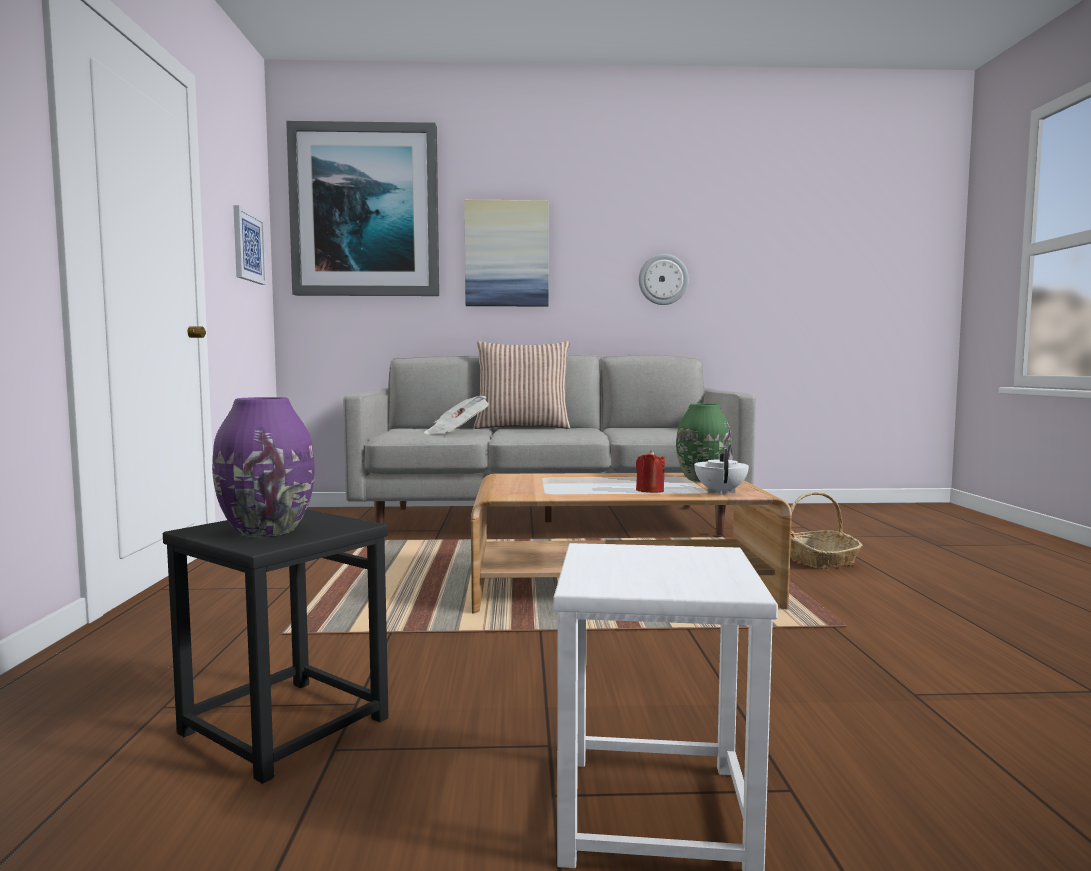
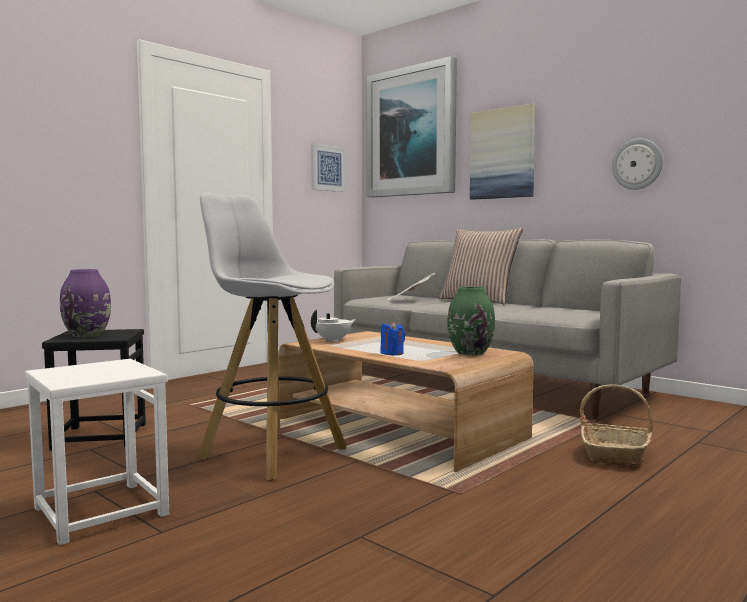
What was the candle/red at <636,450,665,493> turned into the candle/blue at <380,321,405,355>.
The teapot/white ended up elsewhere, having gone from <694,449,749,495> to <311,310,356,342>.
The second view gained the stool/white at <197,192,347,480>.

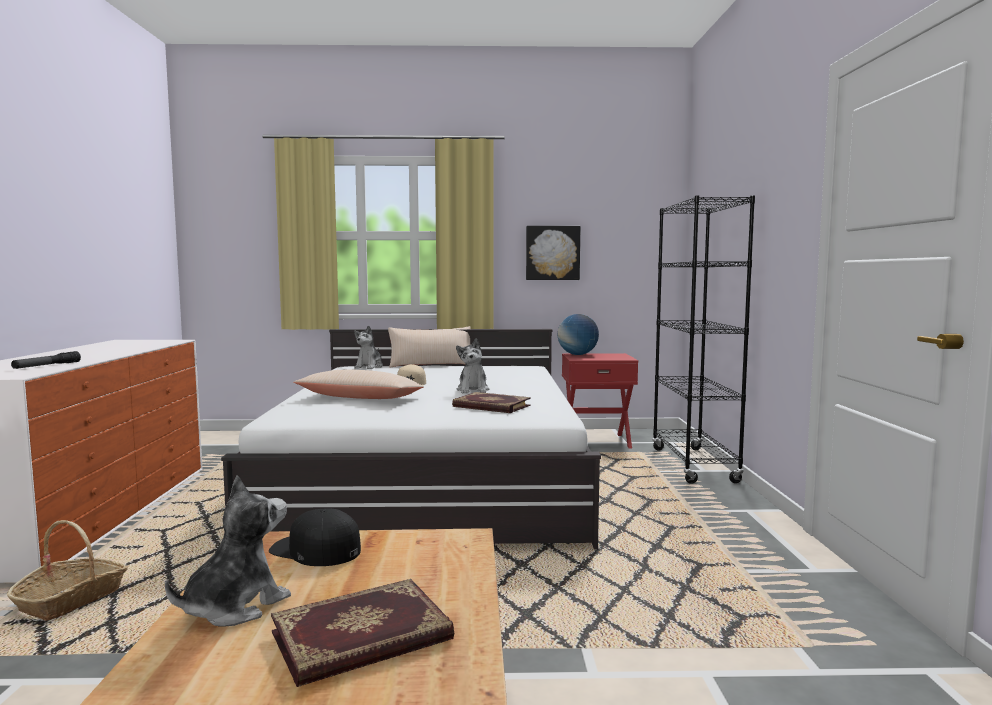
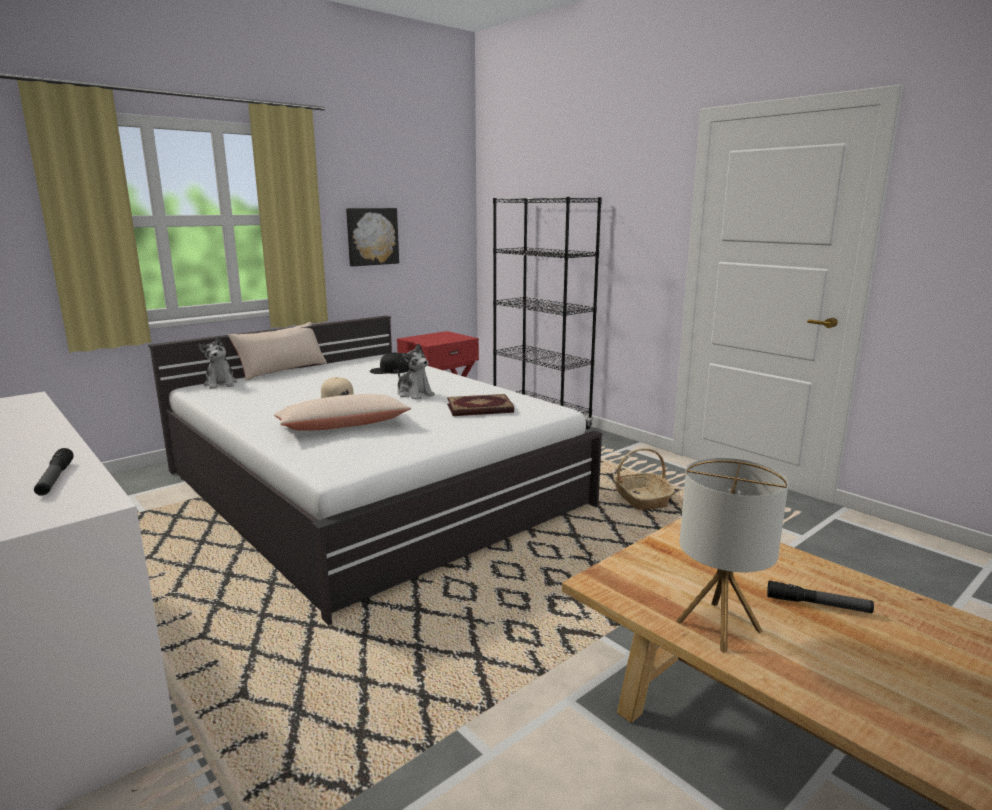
The basket ended up elsewhere, having gone from <7,520,128,621> to <614,448,674,510>.
Where the plush toy stood at <165,476,291,626>, the table lamp came to stand at <676,458,788,653>.
The cap/black ended up elsewhere, having gone from <269,508,361,566> to <370,352,409,374>.
Where the book stood at <271,579,454,687>, the flashlight came to stand at <767,580,874,613>.
The second view lost the globe at <558,314,599,355>.

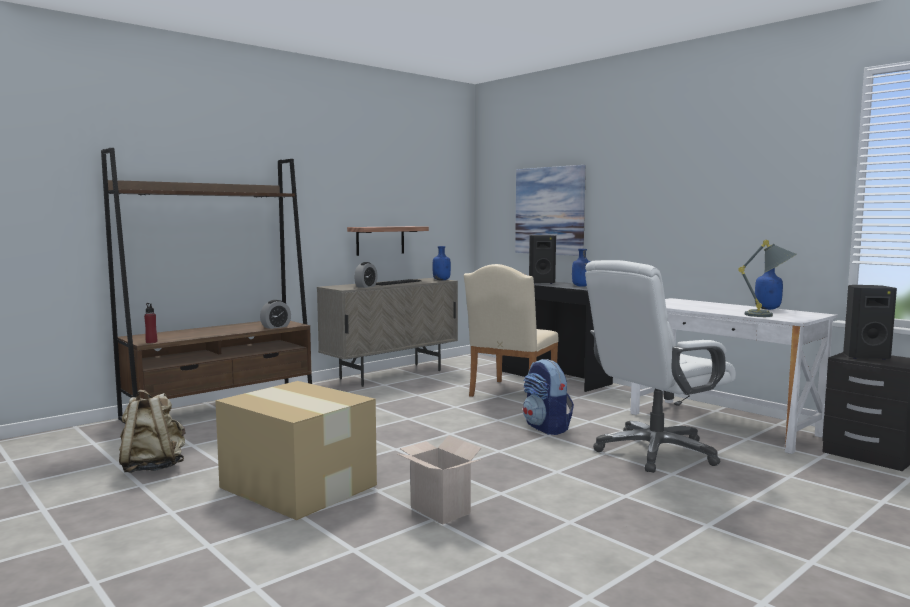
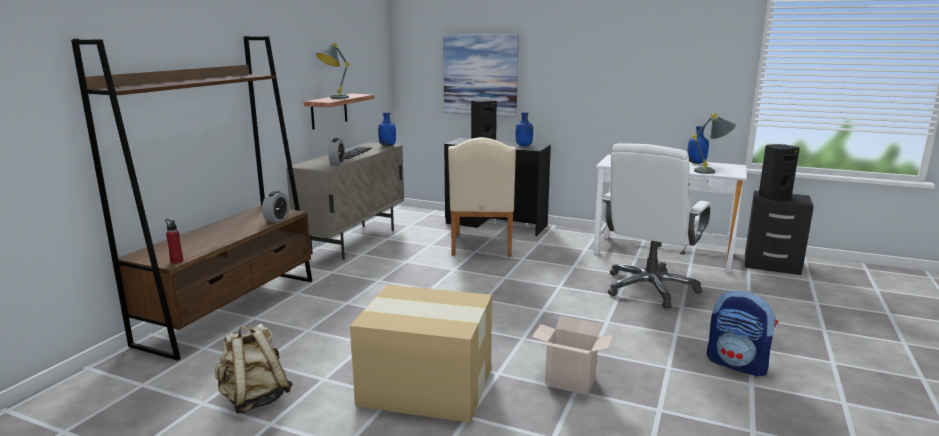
The backpack ended up elsewhere, having gone from <523,359,574,435> to <707,290,778,377>.
The second view gained the table lamp/grey at <316,42,350,99>.

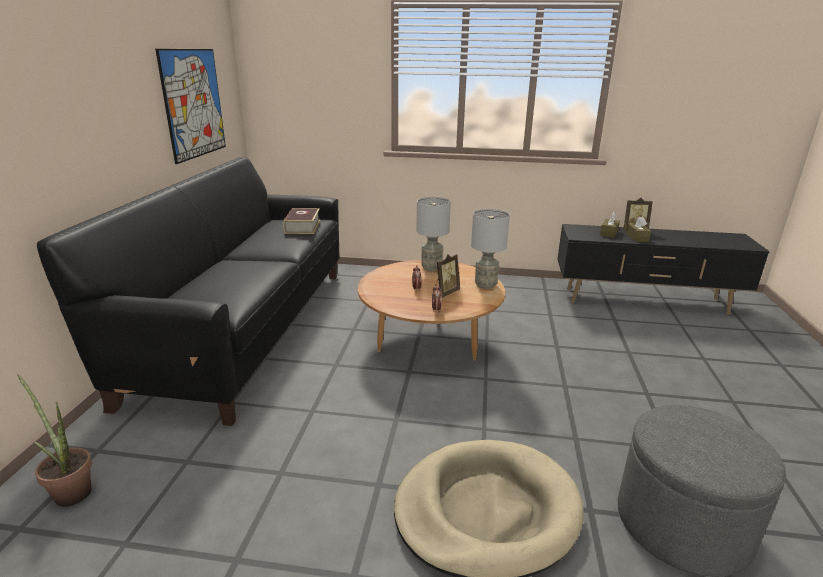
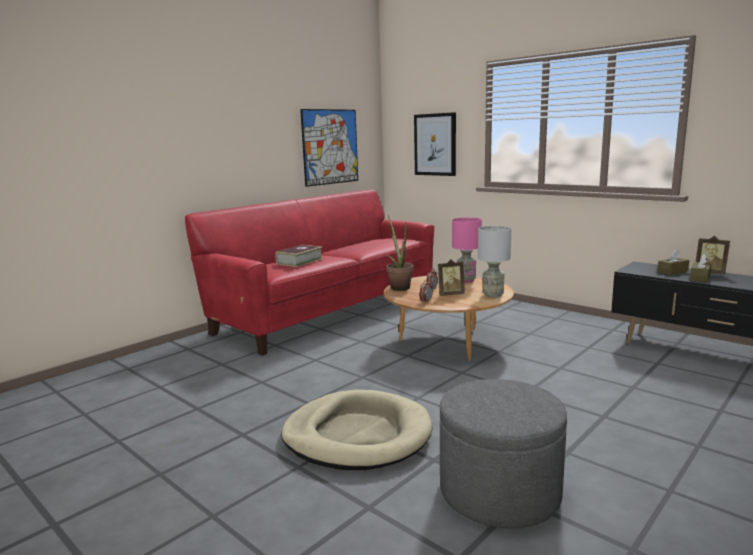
The potted plant ended up elsewhere, having gone from <17,374,92,507> to <387,215,414,291>.
What was the sofa/black at <37,157,339,426> turned into the sofa/red at <185,190,434,356>.
The book ended up elsewhere, having gone from <283,208,320,234> to <276,245,323,267>.
What was the table lamp/grey at <416,197,451,271> turned into the table lamp/pink at <452,217,482,282>.
The second view gained the picture at <414,112,456,176>.

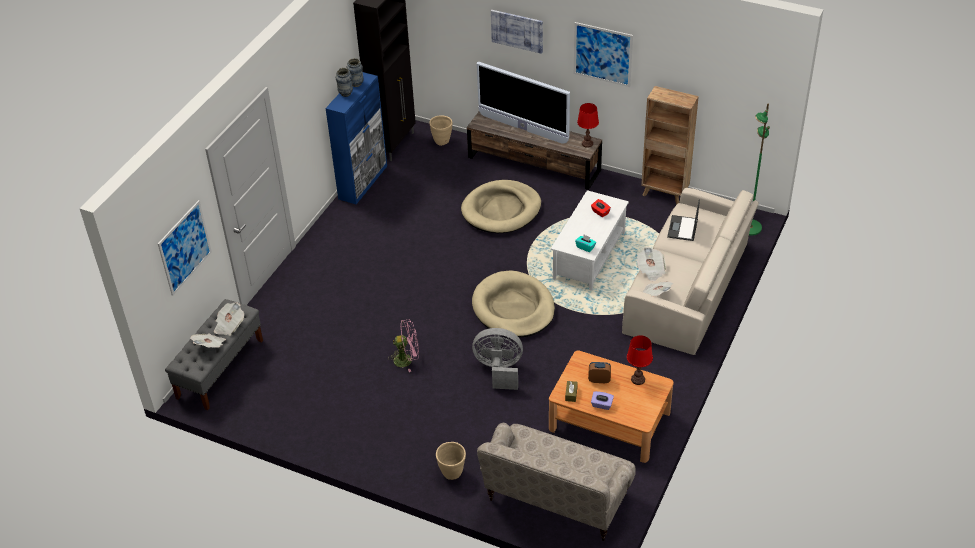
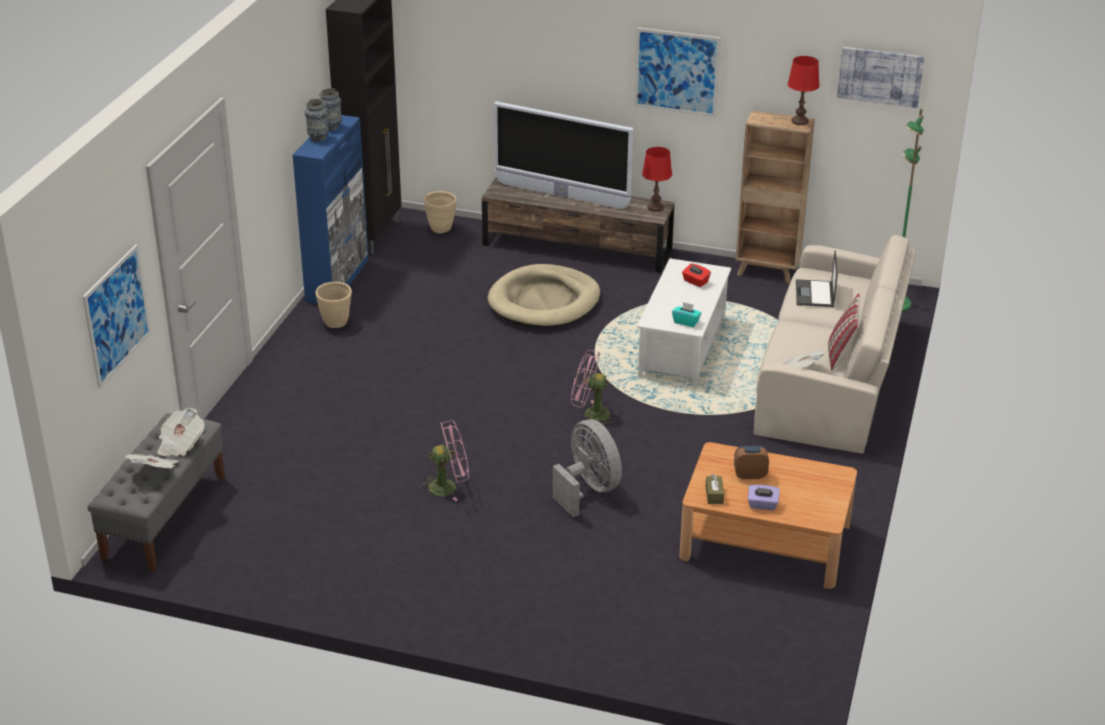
The planter/beige ended up elsewhere, having gone from <436,442,466,480> to <315,282,352,328>.
Where the dog bed/beige stood at <472,270,555,337>, the fan/pink came to stand at <571,350,616,426>.
The fan/grey at <472,328,523,390> ended up facing another way, 60 degrees clockwise from before.
The second view lost the sofa/beige at <477,423,636,541>.
The picture ended up elsewhere, having gone from <491,10,543,54> to <837,47,925,108>.
The table lamp/red ended up elsewhere, having gone from <627,335,653,385> to <788,56,820,125>.
The second view lost the newspaper at <637,247,666,282>.
The second view gained the pillow at <828,293,860,370>.

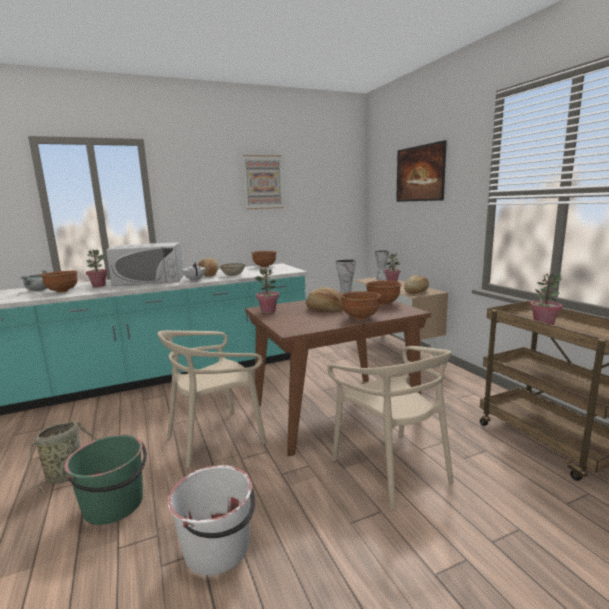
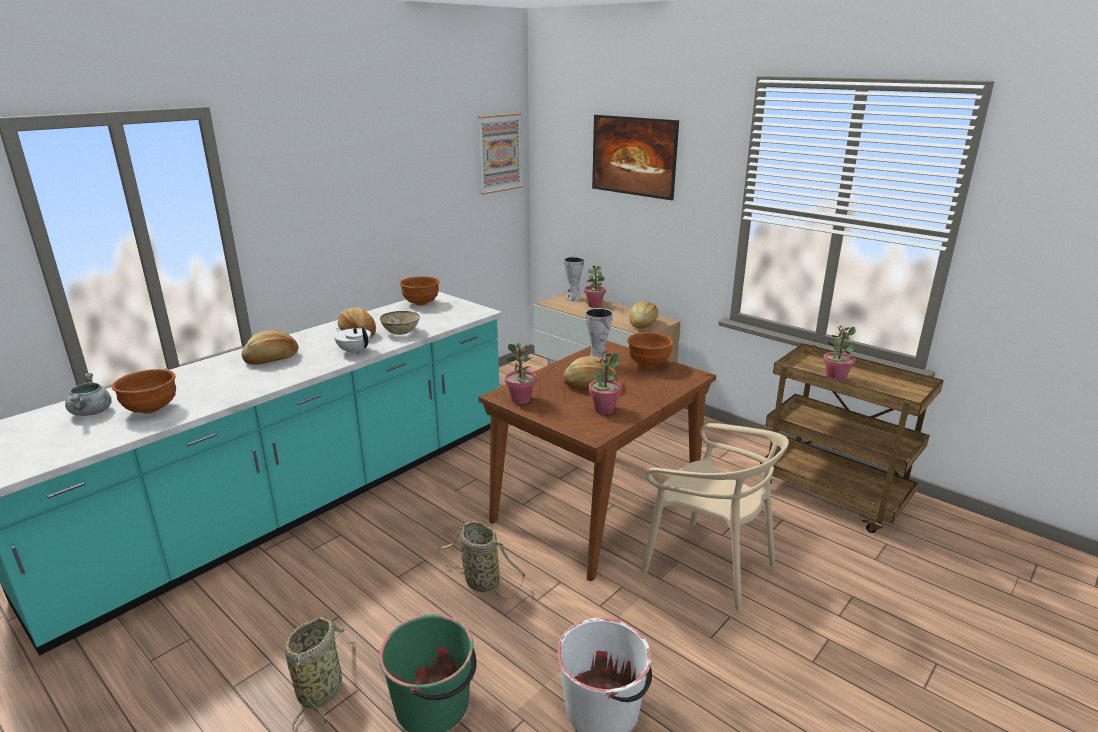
The potted plant ended up elsewhere, having gone from <86,249,108,287> to <589,351,622,414>.
Where the microwave/white stood at <106,242,184,286>, the bread came to stand at <242,330,299,365>.
Where the chair/beige stood at <158,330,267,468>, the basket came to stand at <436,521,525,599>.
The picture ended up elsewhere, having gone from <243,155,284,210> to <478,113,522,195>.
The second view lost the bowl/brown at <340,291,381,320>.

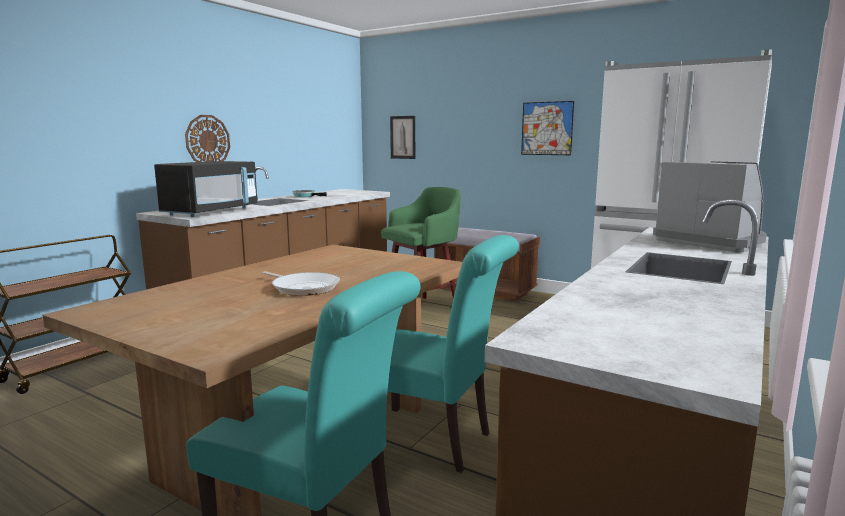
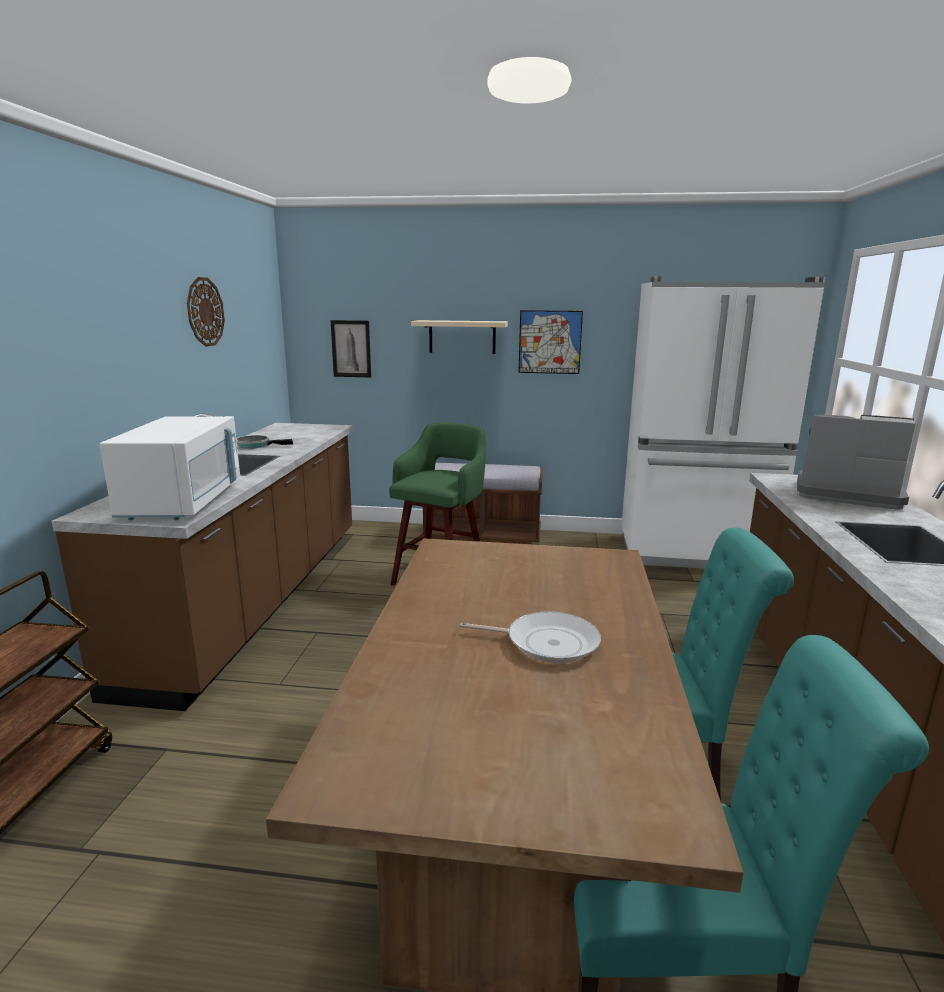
What was the microwave/black at <154,161,257,217> turned into the microwave/white at <100,416,240,520>.
The wall clock ended up elsewhere, having gone from <185,115,230,162> to <187,277,225,347>.
The second view gained the shelf/beige at <411,320,508,354>.

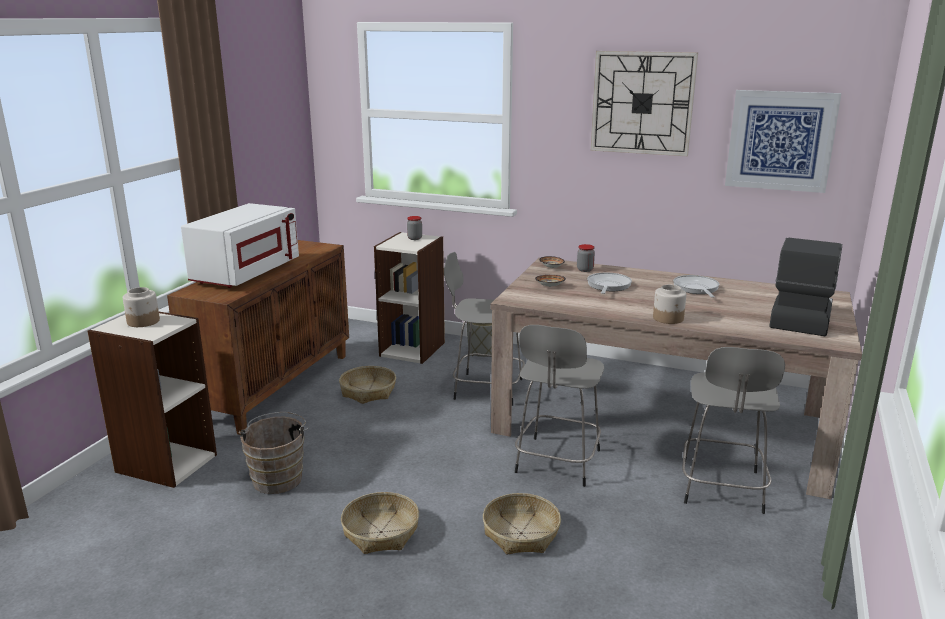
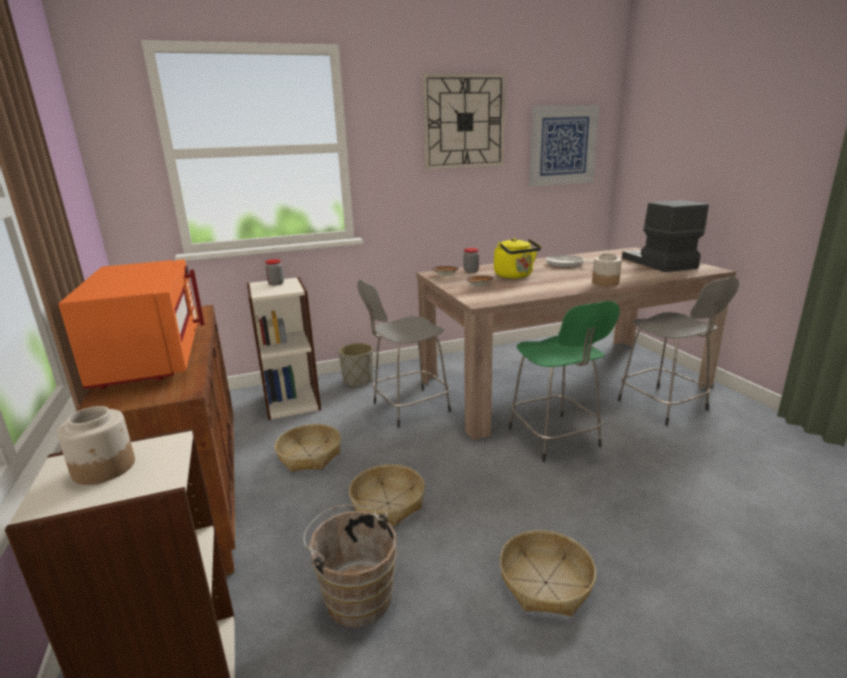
What was the microwave/white at <181,203,299,288> turned into the microwave/orange at <59,259,205,389>.
The basket ended up elsewhere, having gone from <483,493,561,554> to <349,464,425,526>.
What was the stool/grey at <515,325,604,487> turned into the stool/green at <509,301,620,462>.
Where the frying pan stood at <587,273,632,294>, the kettle/yellow came to stand at <494,238,541,279>.

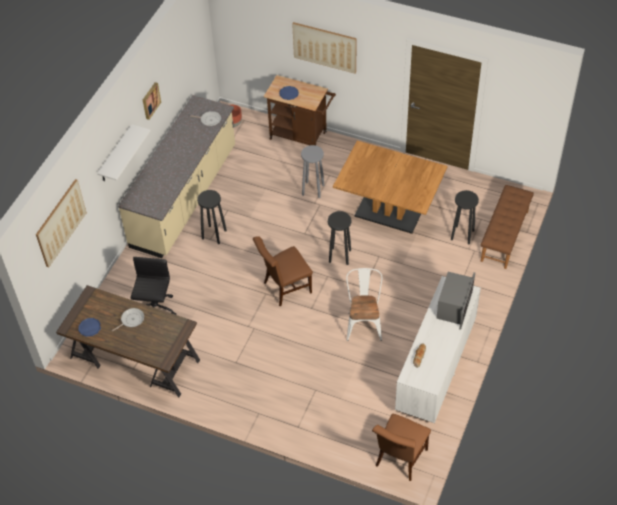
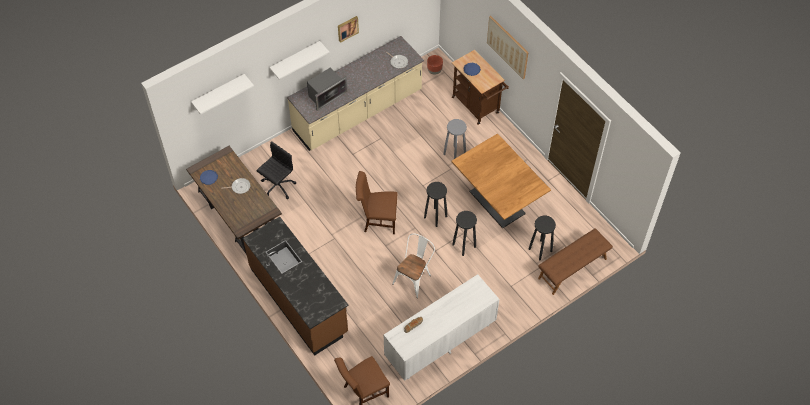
Where the picture hung at <36,179,87,267>, the shelf/white came to hang at <191,74,254,115>.
The stool/black ended up elsewhere, having gone from <197,190,227,244> to <452,211,477,256>.
The microwave ended up elsewhere, having gone from <436,272,475,330> to <307,68,347,111>.
The second view gained the counter/brown at <243,217,349,355>.

